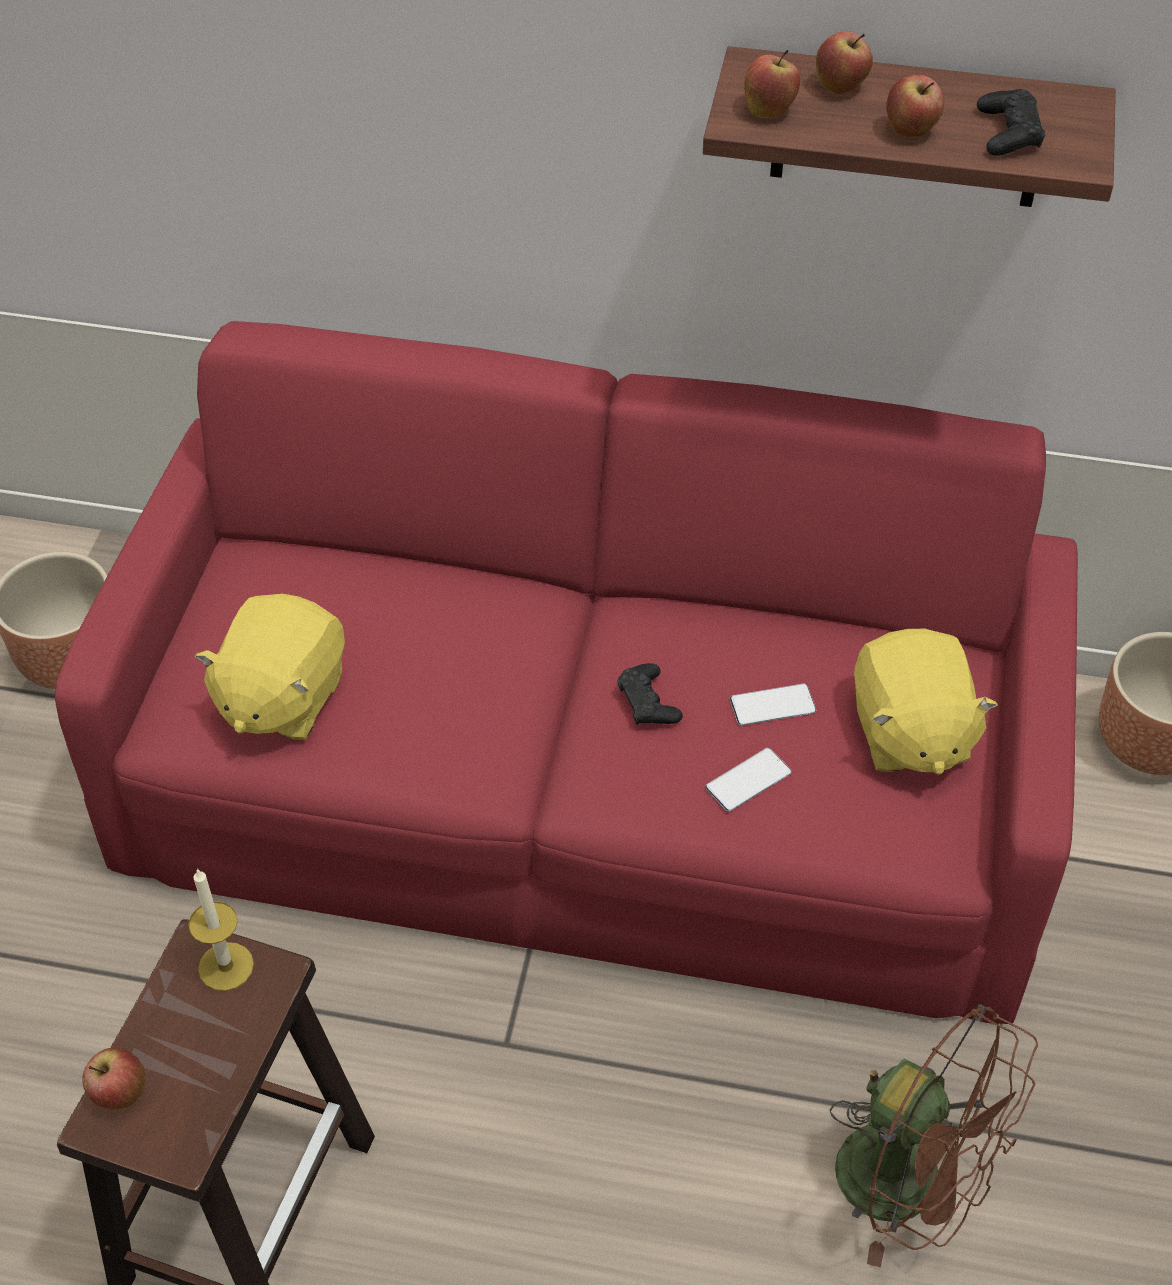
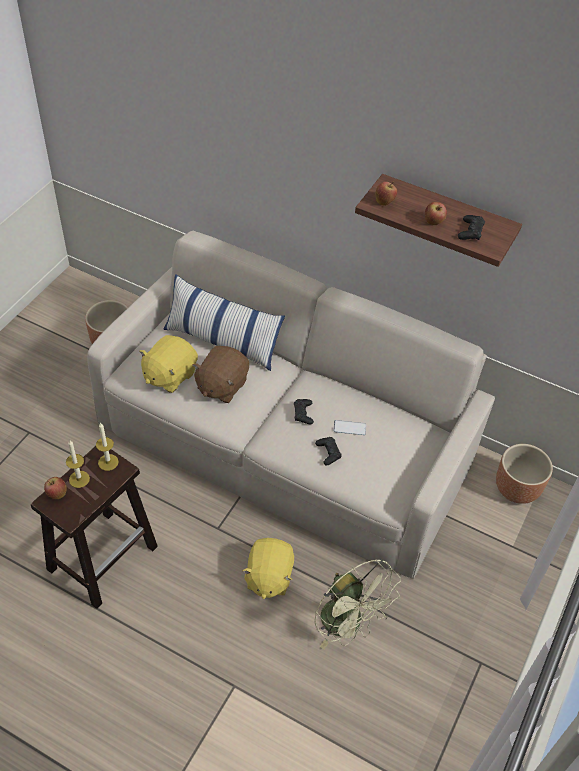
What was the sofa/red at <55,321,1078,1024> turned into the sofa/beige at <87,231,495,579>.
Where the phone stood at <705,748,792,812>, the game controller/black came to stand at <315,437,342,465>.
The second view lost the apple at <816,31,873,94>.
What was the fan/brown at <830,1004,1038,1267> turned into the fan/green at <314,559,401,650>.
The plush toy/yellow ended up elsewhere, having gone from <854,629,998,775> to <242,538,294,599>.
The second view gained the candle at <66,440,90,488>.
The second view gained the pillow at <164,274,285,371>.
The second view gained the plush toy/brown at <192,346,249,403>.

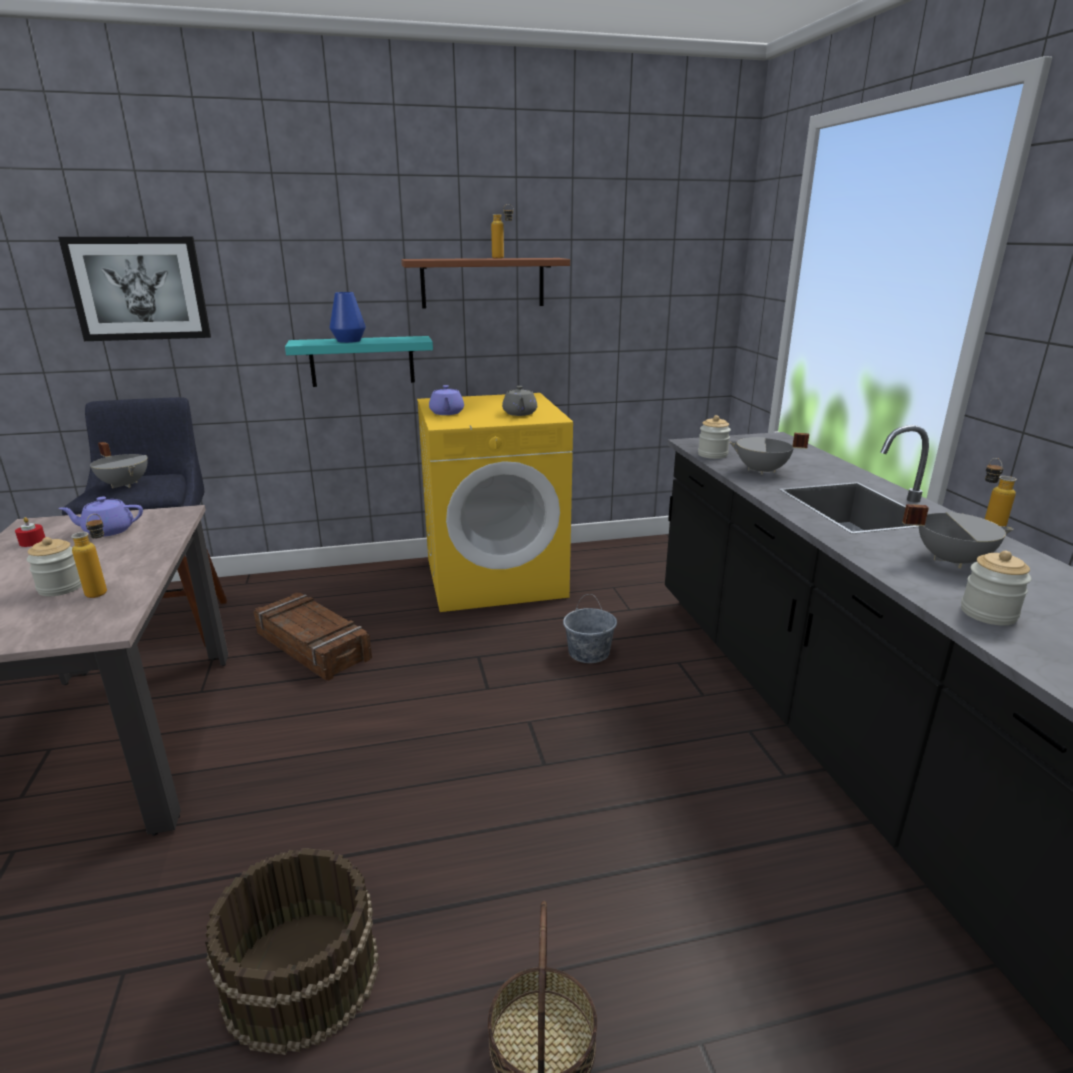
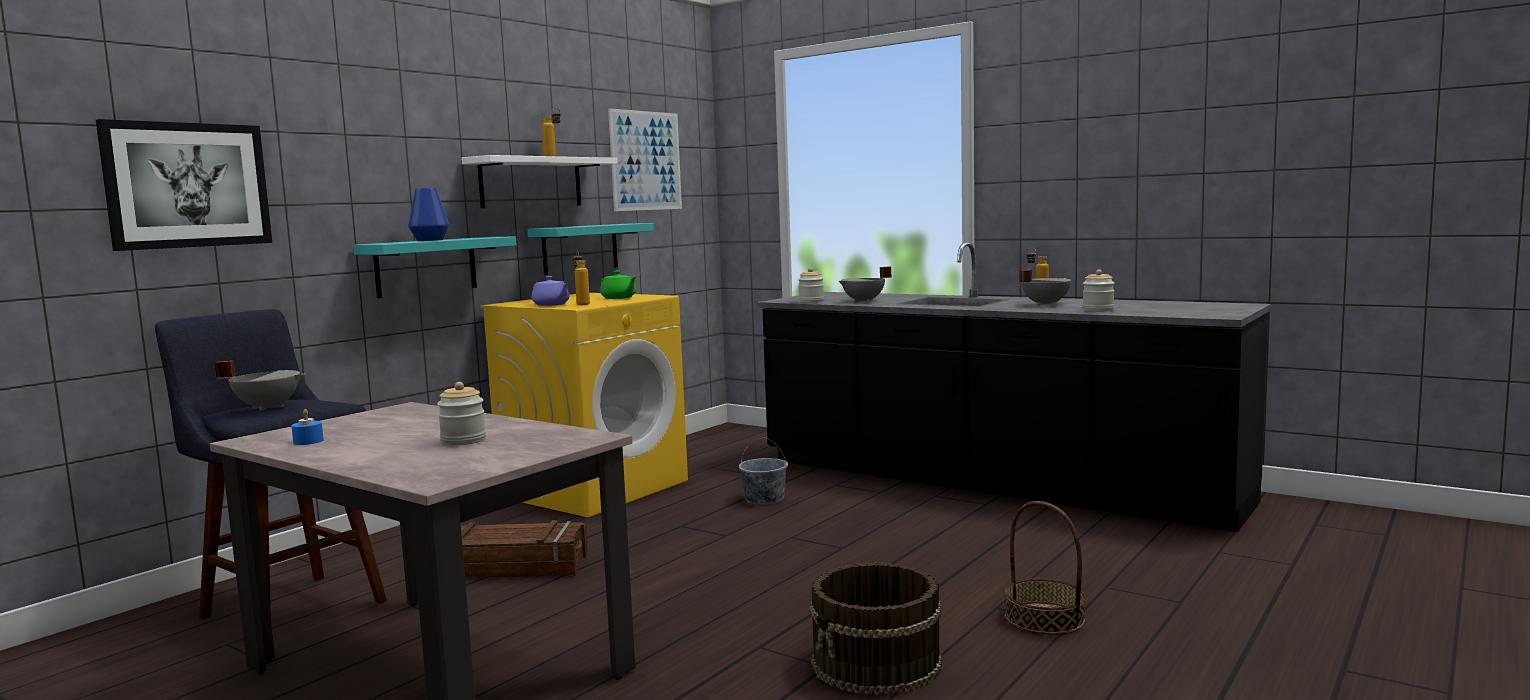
What was the candle/red at <15,517,45,547> turned into the candle/blue at <291,409,324,445>.
The second view lost the teapot/purple at <58,497,143,537>.
The bottle ended up elsewhere, having gone from <71,514,107,598> to <573,251,590,305>.
What was the shelf/brown at <401,258,570,309> turned into the shelf/white at <461,155,618,208>.
What was the teapot/grey at <502,386,537,416> turned into the teapot/green at <600,271,636,299>.
The second view gained the shelf/turquoise at <527,223,654,275>.
The second view gained the picture at <608,108,682,211>.

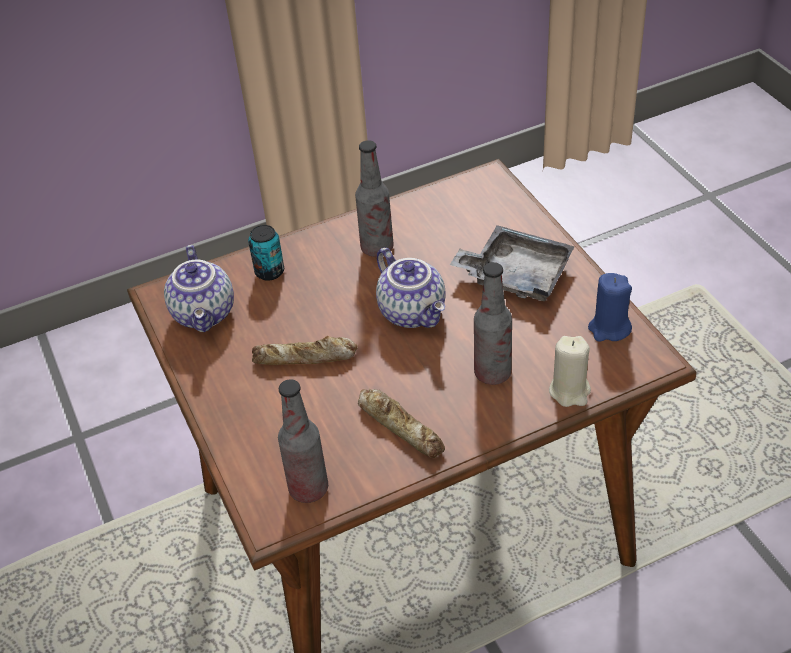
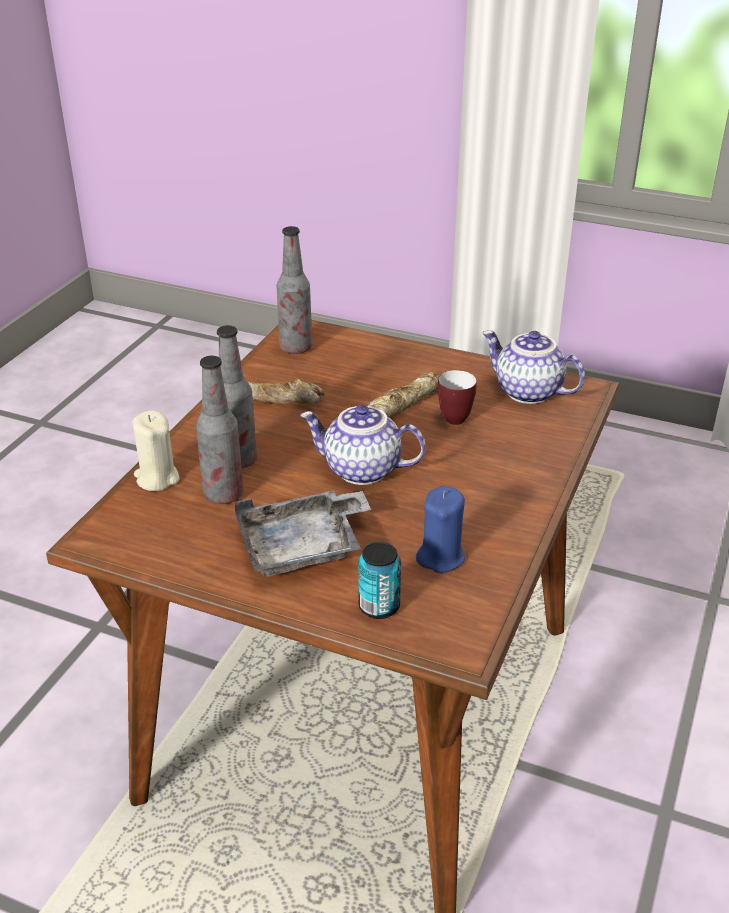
The can ended up elsewhere, having gone from <248,225,284,281> to <358,542,401,619>.
The bottle ended up elsewhere, having gone from <355,140,394,257> to <196,356,244,504>.
The candle/blue ended up elsewhere, having gone from <588,273,632,342> to <416,486,465,573>.
The second view gained the mug at <438,370,477,425>.

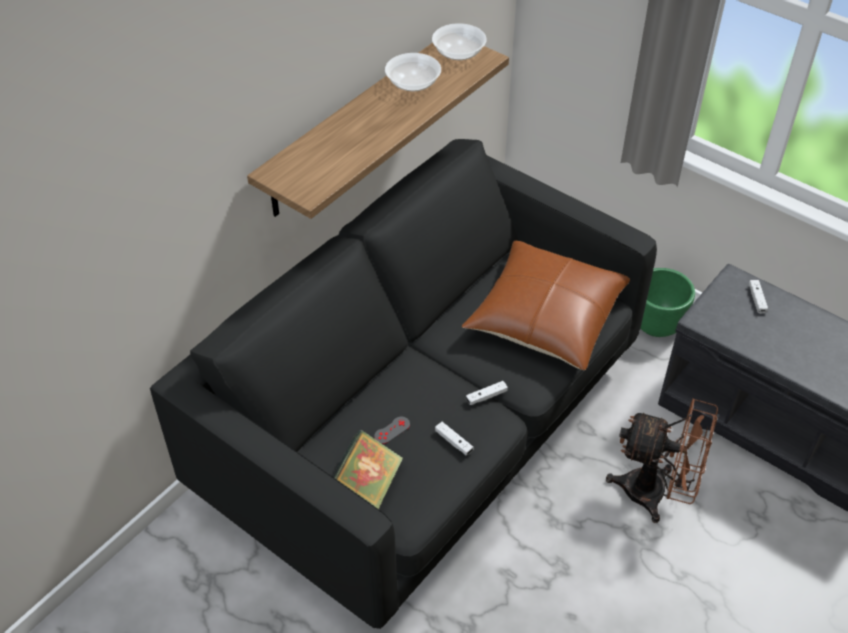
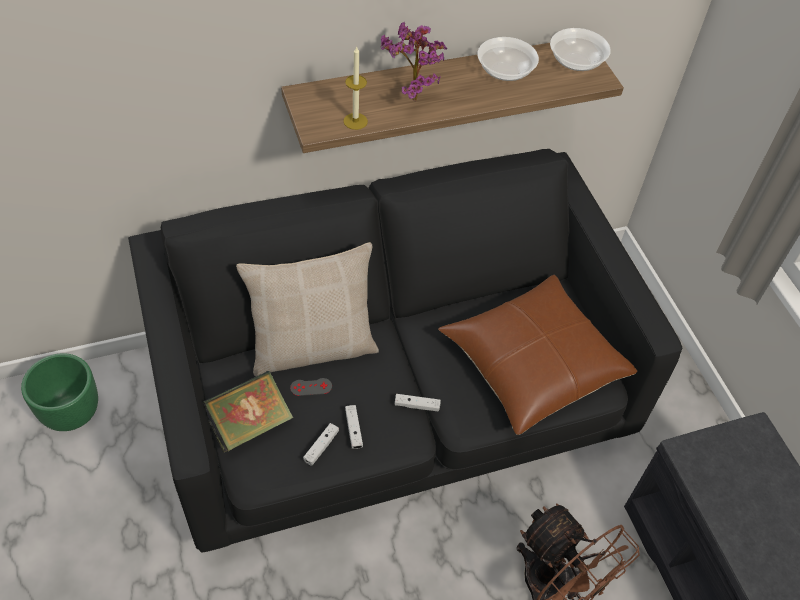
The planter/green ended up elsewhere, having gone from <640,268,695,337> to <21,353,98,431>.
The game controller/white ended up elsewhere, having gone from <749,280,768,314> to <303,423,339,466>.
The second view gained the pillow/beige at <236,242,379,376>.
The second view gained the candle at <343,46,368,130>.
The second view gained the potted plant at <381,22,447,102>.

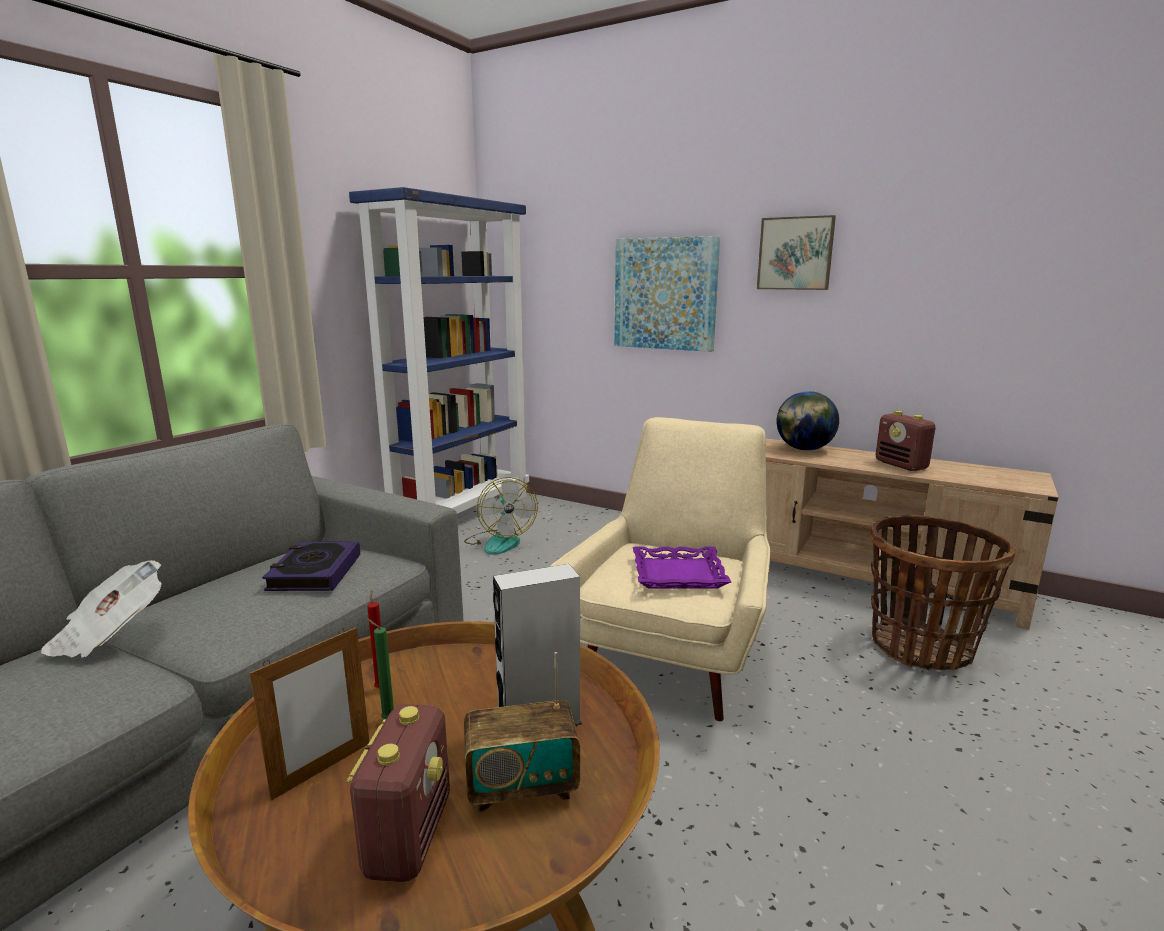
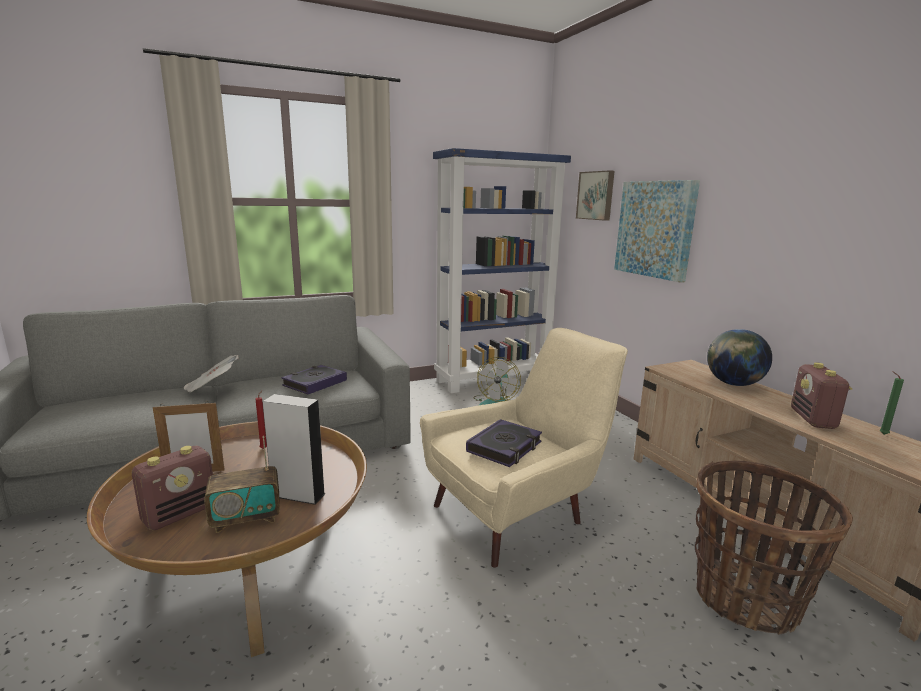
The candle/green ended up elsewhere, having gone from <367,619,394,719> to <880,371,904,435>.
The radio at <464,652,580,813> ended up facing another way, 45 degrees counterclockwise from before.
Where the tray/purple stood at <633,546,731,589>, the book came to stand at <466,419,542,467>.
The picture ended up elsewhere, having gone from <757,215,836,290> to <576,170,614,221>.

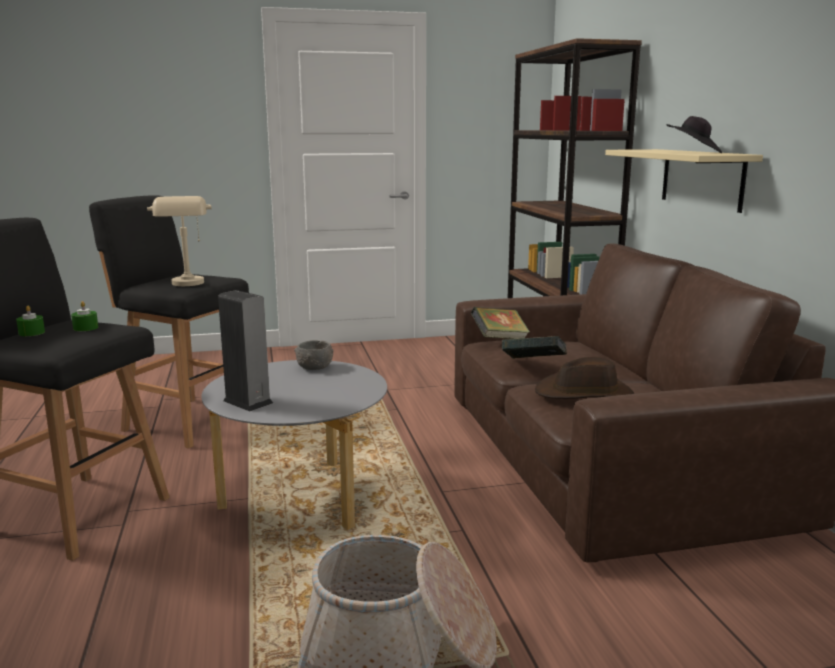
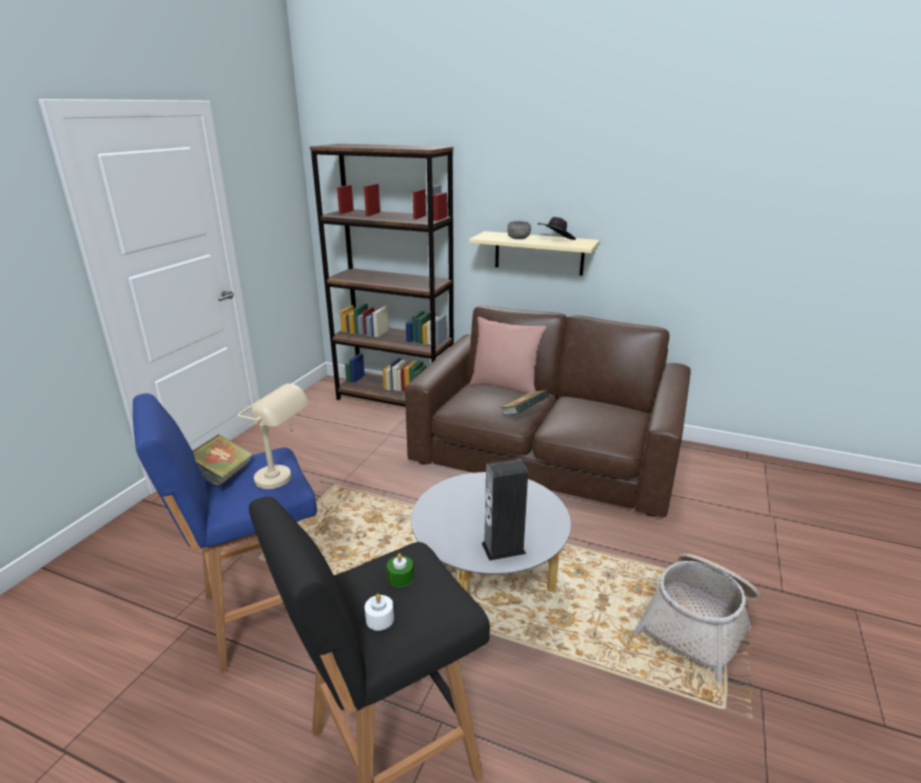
What was the candle/green at <16,306,45,336> turned into the candle/white at <365,594,394,631>.
What was the stool/black at <89,195,249,449> turned into the stool/blue at <133,393,317,674>.
The bowl/grey ended up elsewhere, having gone from <294,340,334,370> to <507,221,531,239>.
The book ended up elsewhere, having gone from <471,307,530,339> to <192,434,253,487>.
The second view lost the hat/brown at <535,357,634,399>.
The second view gained the pillow/pink at <470,317,546,394>.

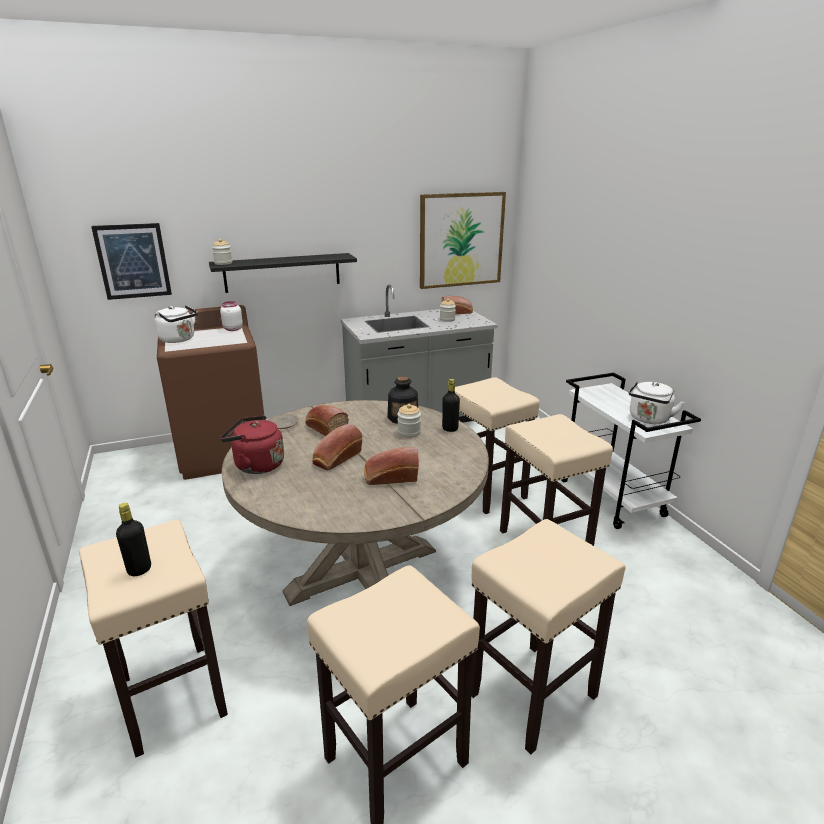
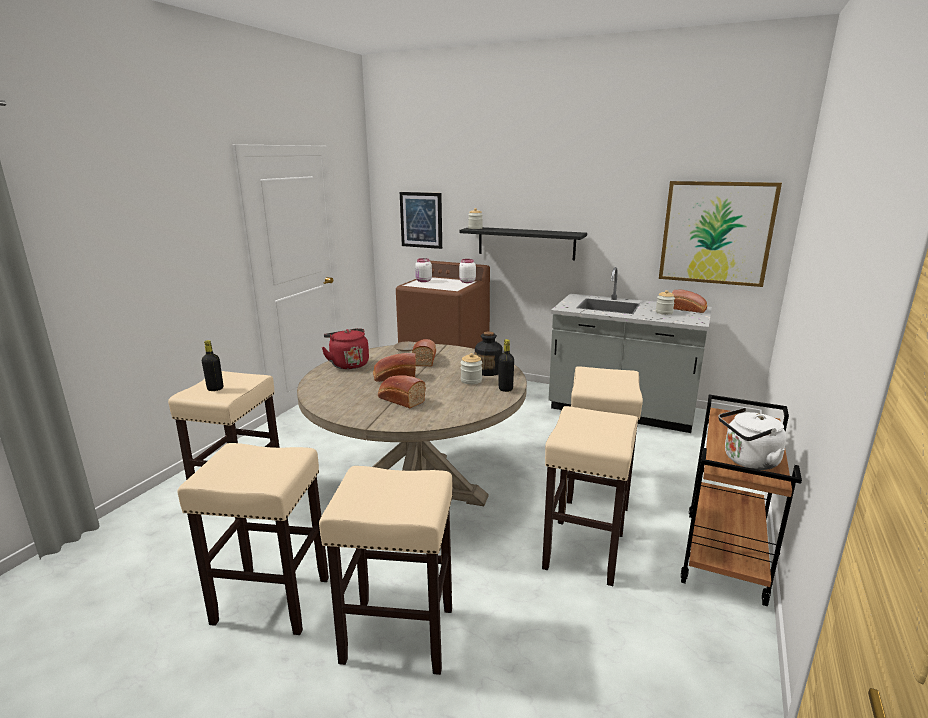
Where the kettle/white stood at <155,305,198,343>, the jar/white came to stand at <415,258,432,282>.
What was the cart/white at <561,373,701,529> turned into the cart/brown at <681,395,802,606>.

